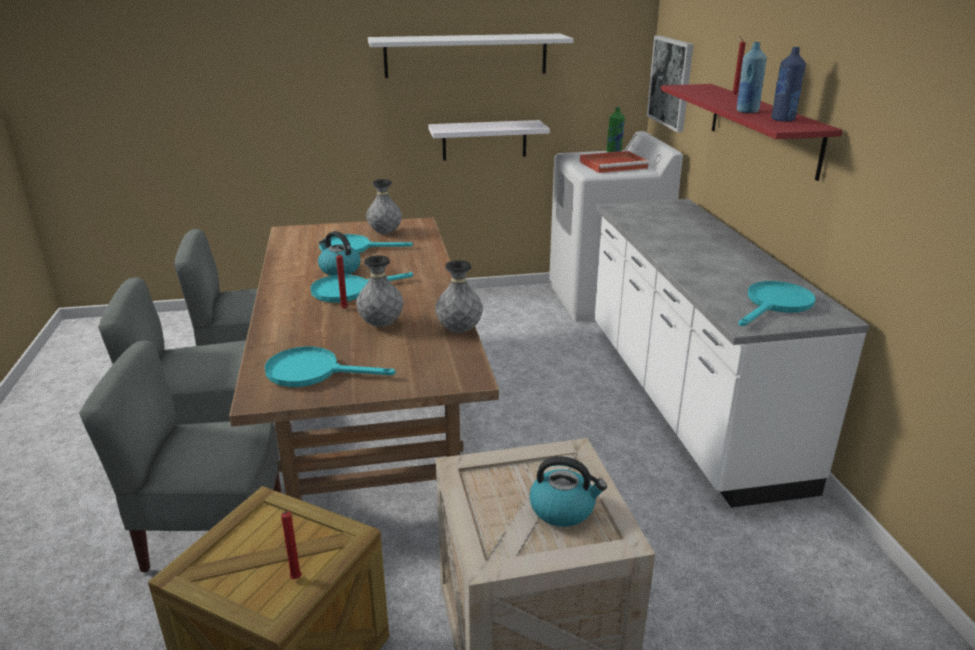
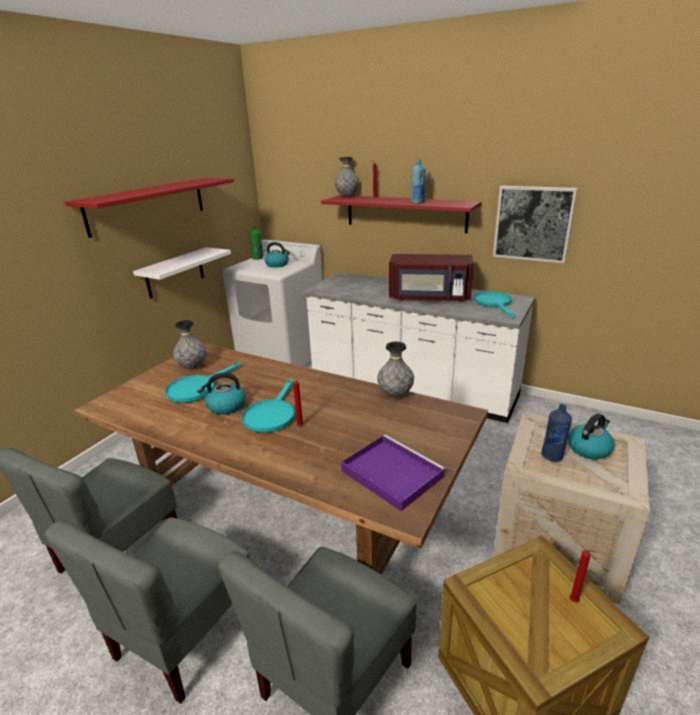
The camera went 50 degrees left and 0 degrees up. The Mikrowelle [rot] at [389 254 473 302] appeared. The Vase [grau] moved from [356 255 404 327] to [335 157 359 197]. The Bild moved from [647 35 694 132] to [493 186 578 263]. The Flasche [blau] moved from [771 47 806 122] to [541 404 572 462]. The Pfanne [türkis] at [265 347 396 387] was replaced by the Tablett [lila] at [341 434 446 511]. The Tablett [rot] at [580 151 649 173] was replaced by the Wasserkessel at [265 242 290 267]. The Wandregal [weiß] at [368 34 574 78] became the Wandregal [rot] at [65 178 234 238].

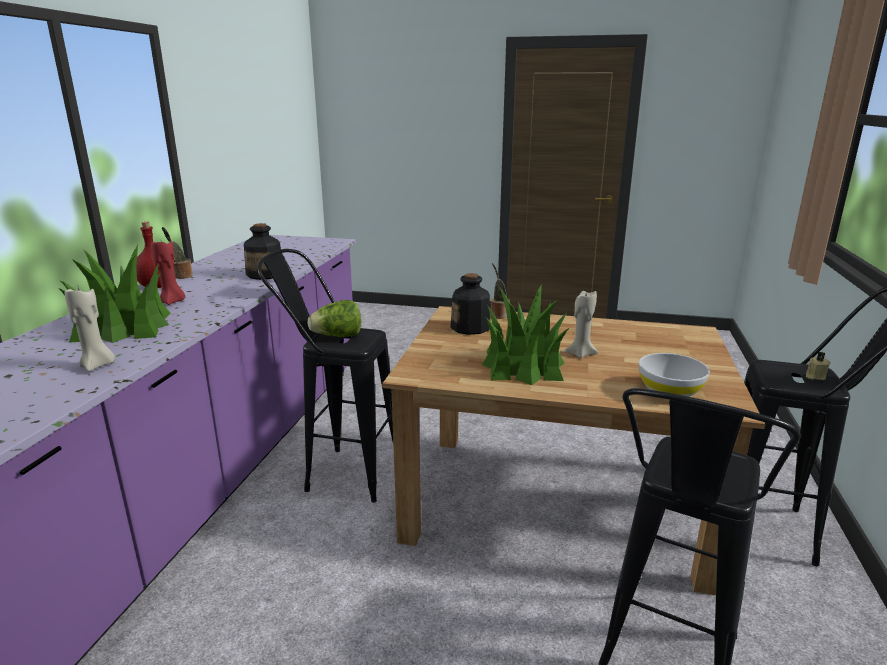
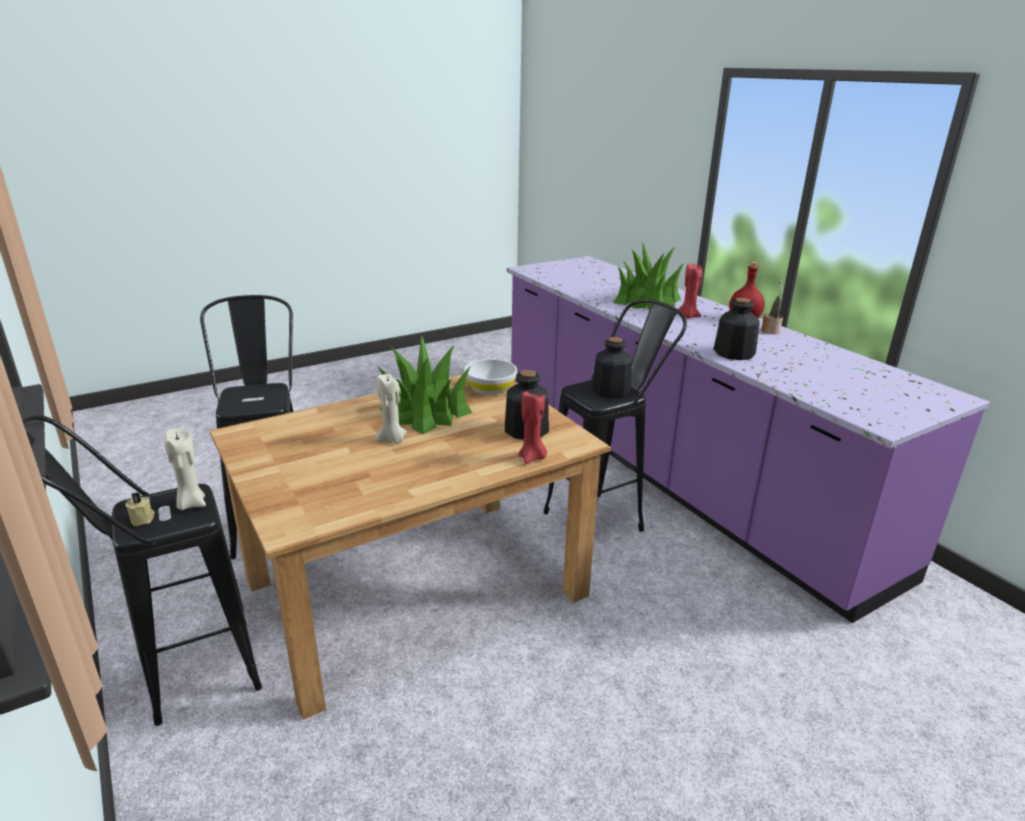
The camera went 135 degrees right and 5 degrees up. The Kerze [beige] moved from [64 287 115 371] to [164 428 206 510]. The Schüssel [weiß] moved from [639 353 710 397] to [464 359 517 395]. The Salatkopf at [308 300 361 337] was replaced by the Flasche at [592 337 632 398]. The Topfpflanze at [490 263 510 319] was replaced by the Kerze [rot] at [519 390 547 464].

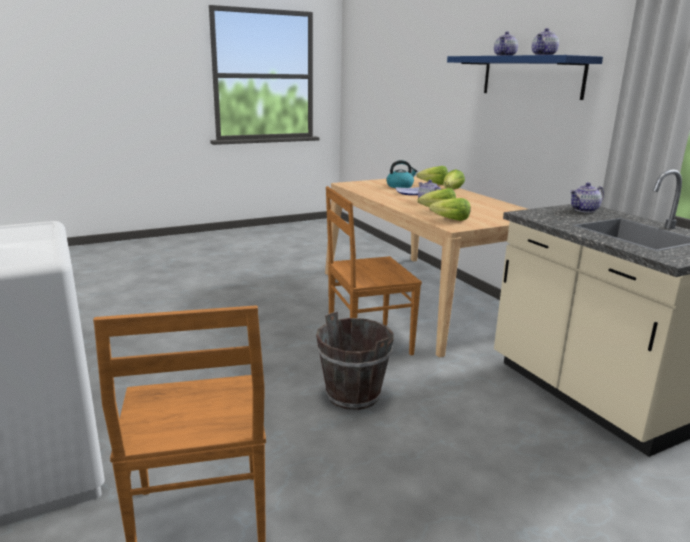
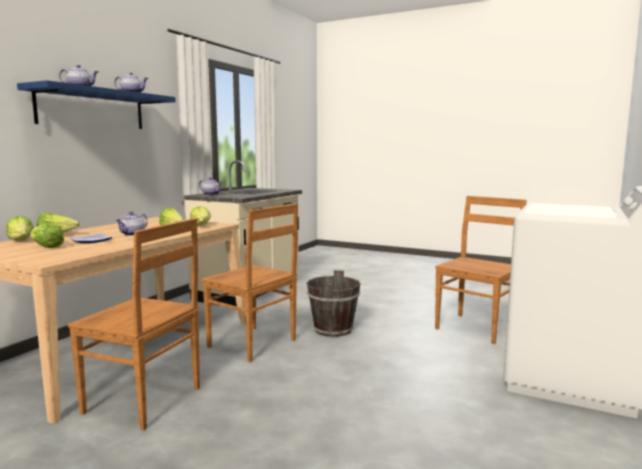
The camera went 125 degrees left and 10 degrees down. The Stuhl [braun] at [68 218 200 430] appeared. The Wasserkessel at [387 160 417 188] was replaced by the Salatkopf at [31 223 64 248].

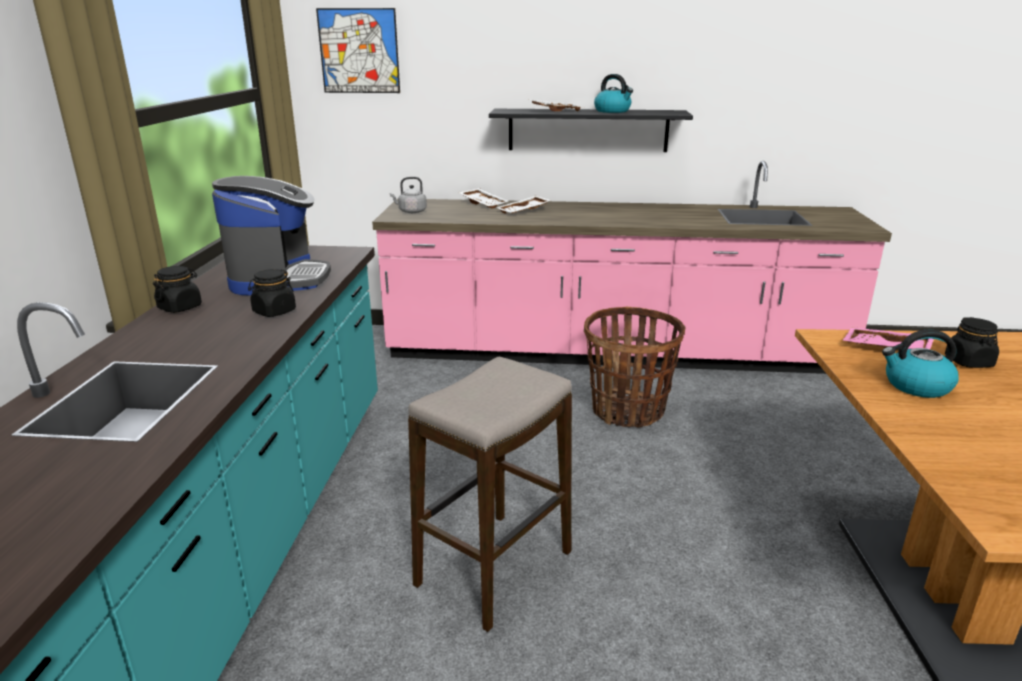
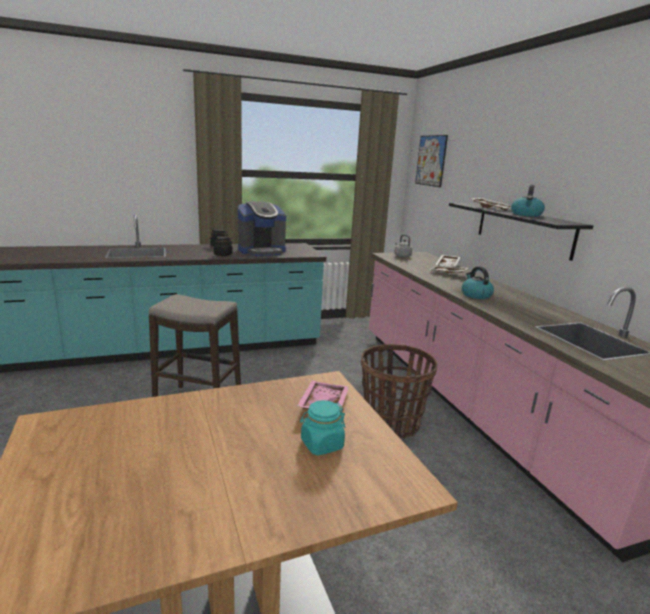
The camera went 65 degrees right and 5 degrees down. The Wasserkessel moved from [882 330 959 398] to [462 267 494 299]. The Vorratsglas [schwarz] at [945 317 999 368] became the Vorratsglas [türkis] at [300 400 345 455].

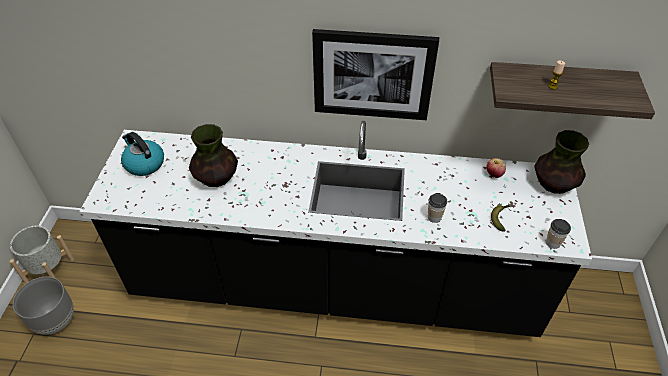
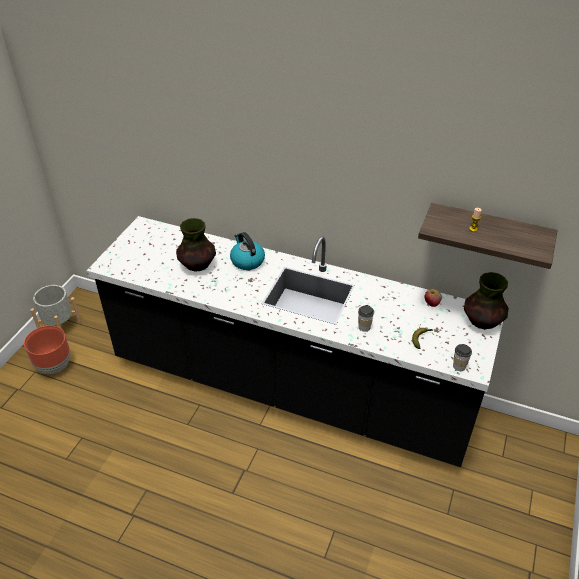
The camera went 15 degrees right and 5 degrees down. The Bild at [312 29 439 120] disappeared. The Wasserkessel moved from [121 132 164 176] to [230 232 265 270]. The Pflanzkübel [grau] at [13 277 74 335] became the Pflanzkübel [braun] at [24 325 70 374].

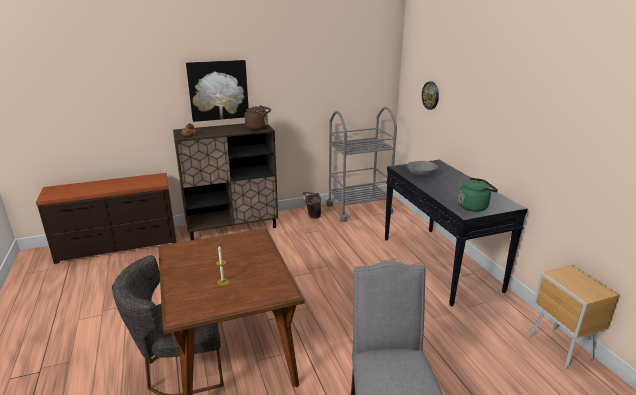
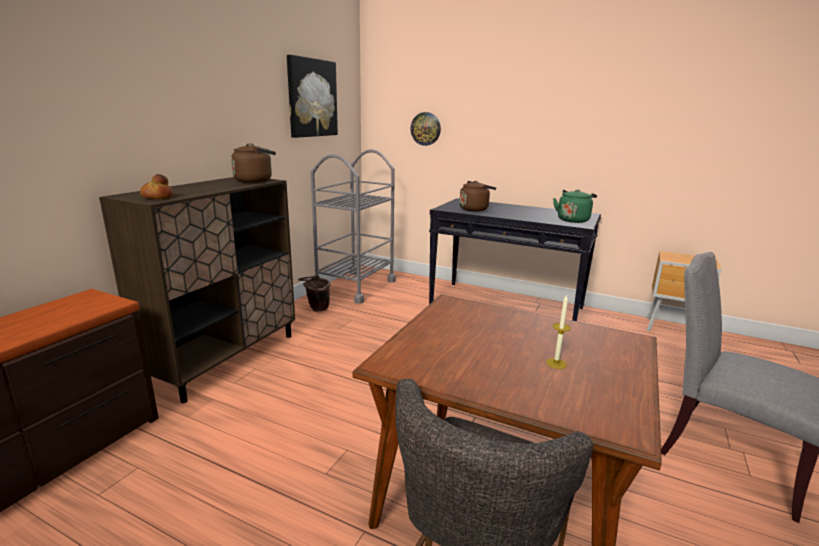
The camera went 45 degrees left and 5 degrees down. The Bild moved from [186 60 249 122] to [287 55 338 138]. The Schüssel [grau] at [407 161 438 177] was replaced by the Wasserkessel [braun] at [459 181 496 211].

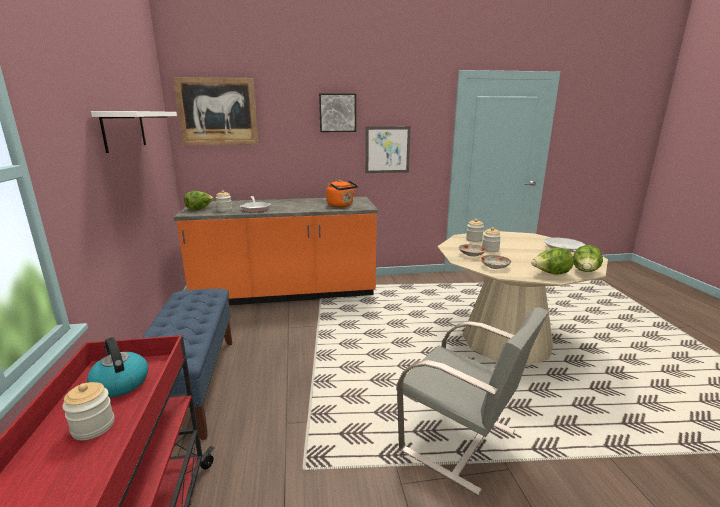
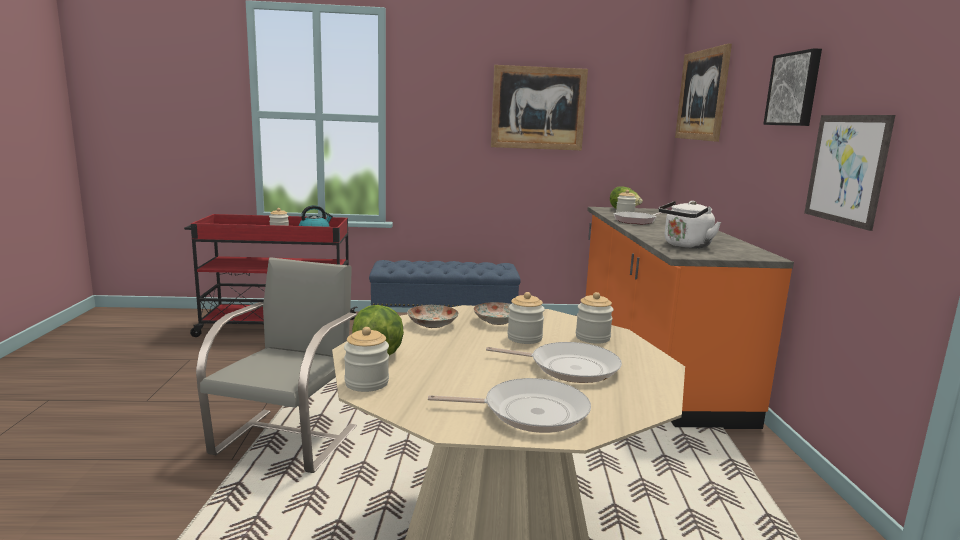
The camera went 95 degrees right and 5 degrees down. The Pfanne at [486 342 622 383] appeared. The Wandregal [weiß] at [91 111 177 153] was replaced by the Bild at [491 65 588 150]. The Salatkopf at [573 245 603 272] was replaced by the Vorratsglas at [344 327 389 392]. The Wasserkessel [orange] at [326 180 358 207] became the Wasserkessel [weiß] at [659 201 721 248]. The Stuhl [grau] at [396 307 548 496] turned 150 degrees clockwise.

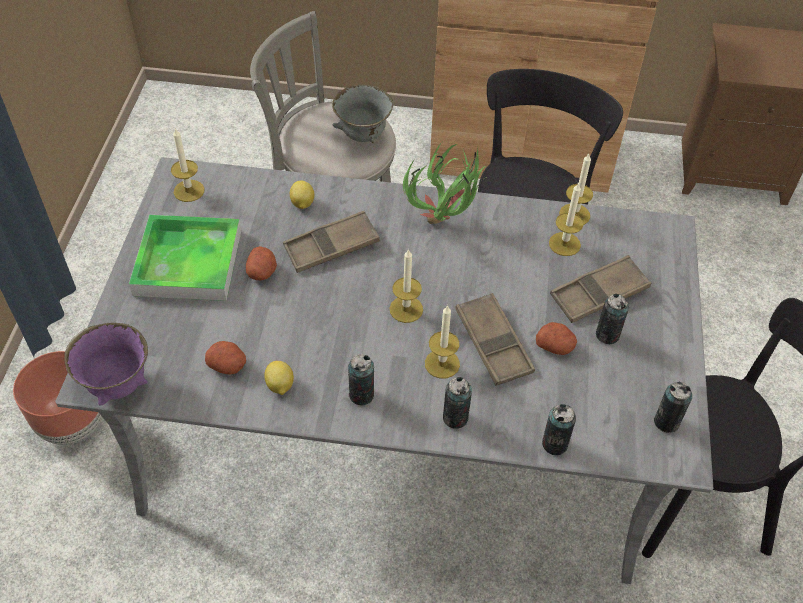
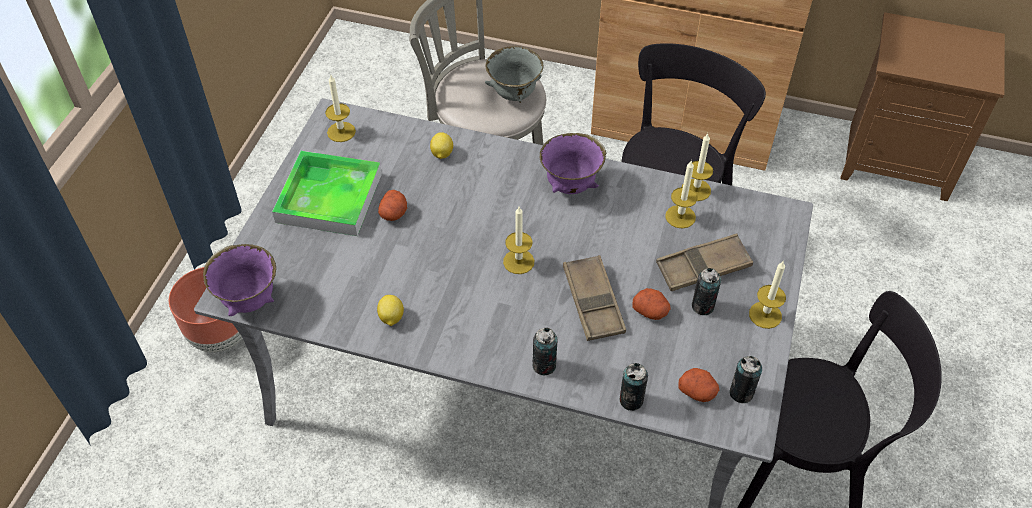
The camera went 10 degrees right and 0 degrees up. The Tablett [braun] at [283 211 380 273] disappeared. The Dose at [348 354 374 406] disappeared. The Kartoffel moved from [205 341 246 375] to [678 368 719 402]. The Kerze moved from [425 305 460 378] to [749 260 786 329]. The Topfpflanze at [403 140 486 224] was replaced by the Schüssel [lila] at [539 133 606 194].

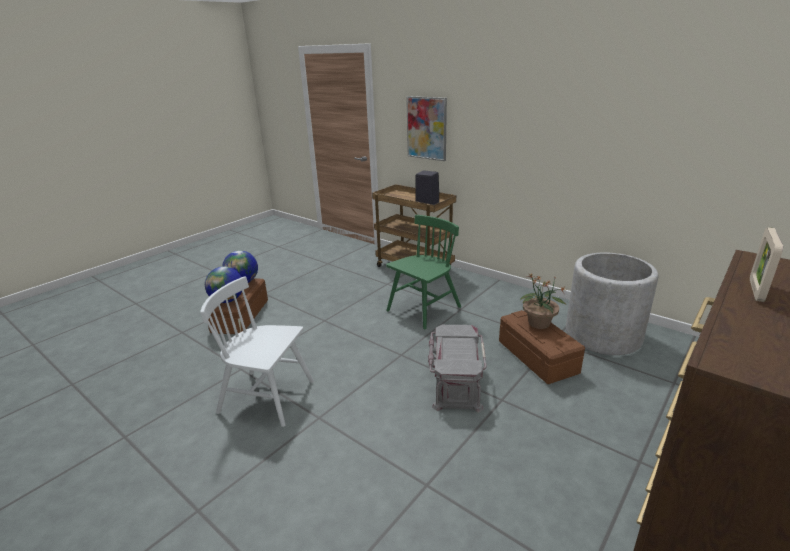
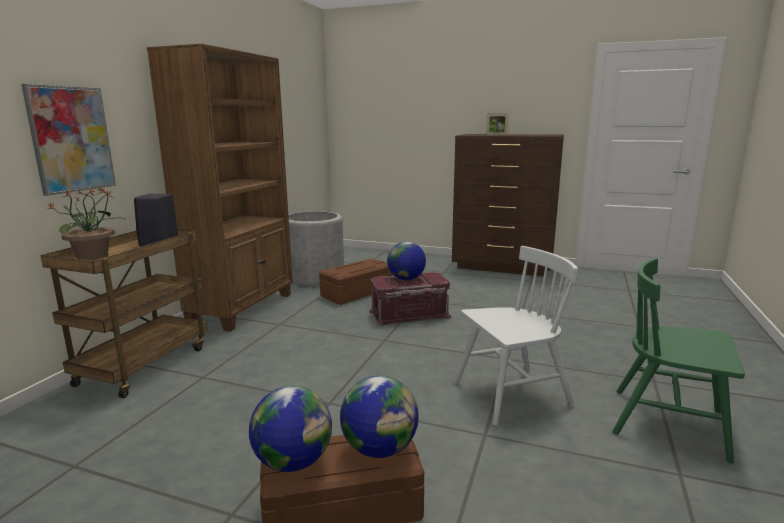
The camera went 110 degrees left and 10 degrees down. The Bücherregal [braun] at [147 44 293 332] appeared. The Globus at [387 241 426 280] appeared. The Stuhl [grün] moved from [386 215 461 330] to [612 258 745 464]. The Topfpflanze moved from [520 274 566 329] to [47 187 127 261]. The Aufbewahrungsbox [grau] at [428 325 487 412] became the Aufbewahrungsbox [rot] at [369 272 451 326]. The Stuhl [weiß] at [200 276 314 427] turned 105 degrees counterclockwise.

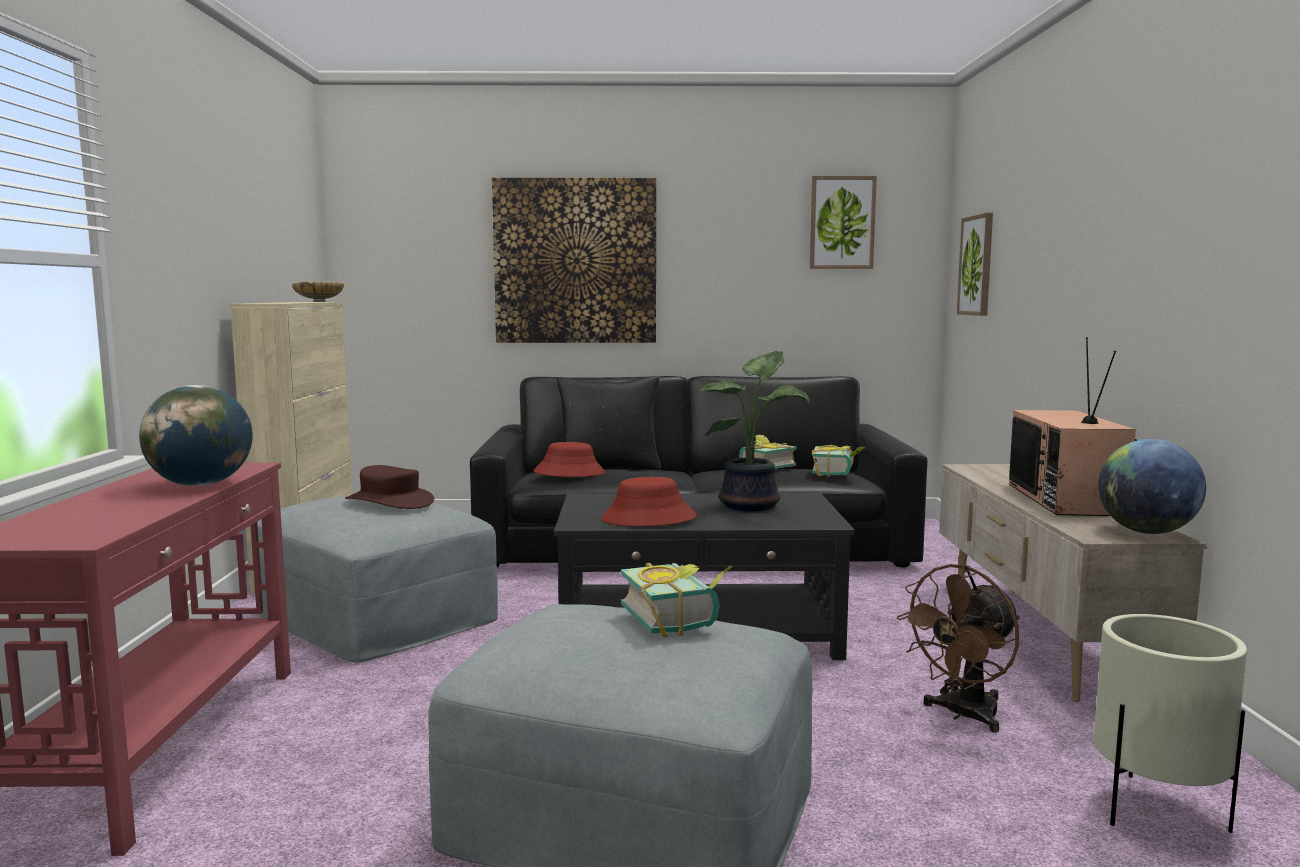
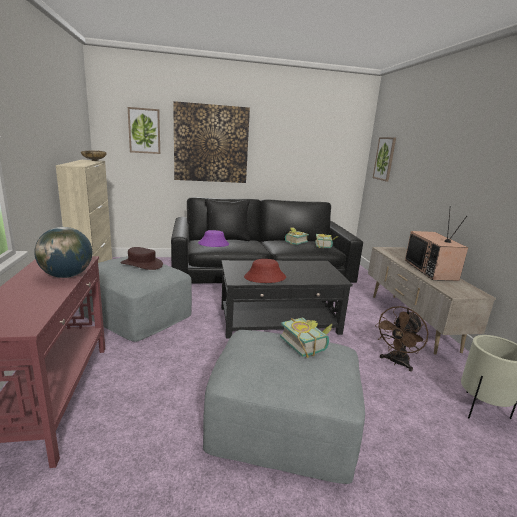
The camera went 10 degrees left and 10 degrees up. The Topfpflanze at [700 350 810 512] disappeared. The Globus at [1098 439 1206 534] disappeared. The Bild moved from [810 176 877 269] to [128 107 160 154]. The Hut [rot] at [533 442 605 477] became the Hut [lila] at [198 230 229 247].

